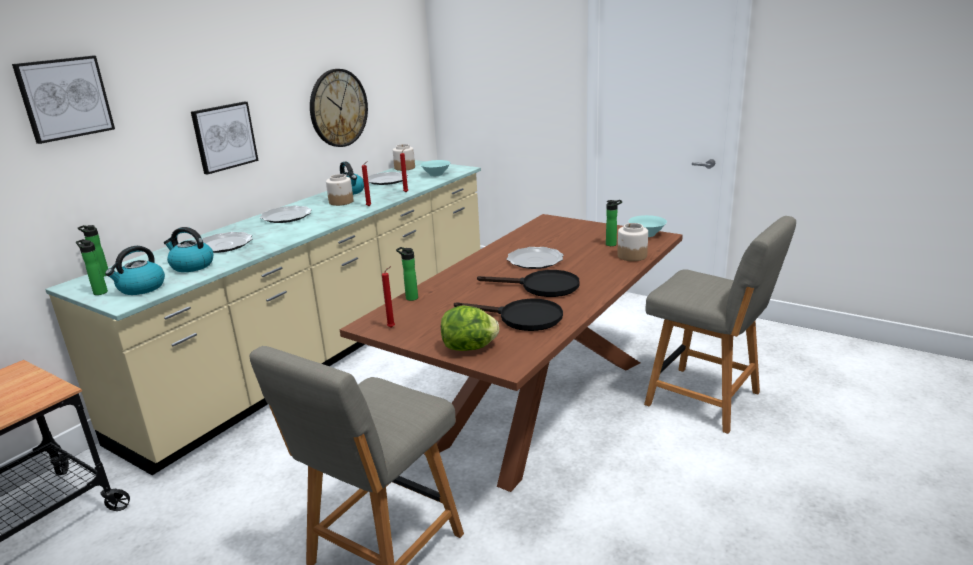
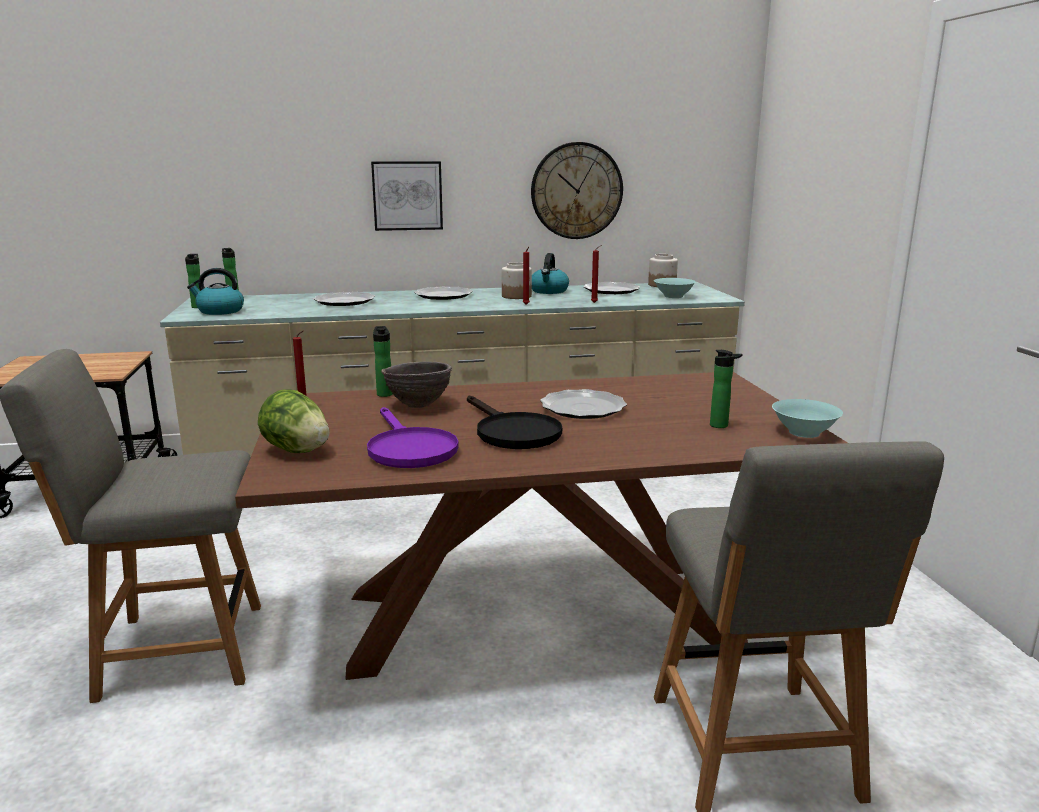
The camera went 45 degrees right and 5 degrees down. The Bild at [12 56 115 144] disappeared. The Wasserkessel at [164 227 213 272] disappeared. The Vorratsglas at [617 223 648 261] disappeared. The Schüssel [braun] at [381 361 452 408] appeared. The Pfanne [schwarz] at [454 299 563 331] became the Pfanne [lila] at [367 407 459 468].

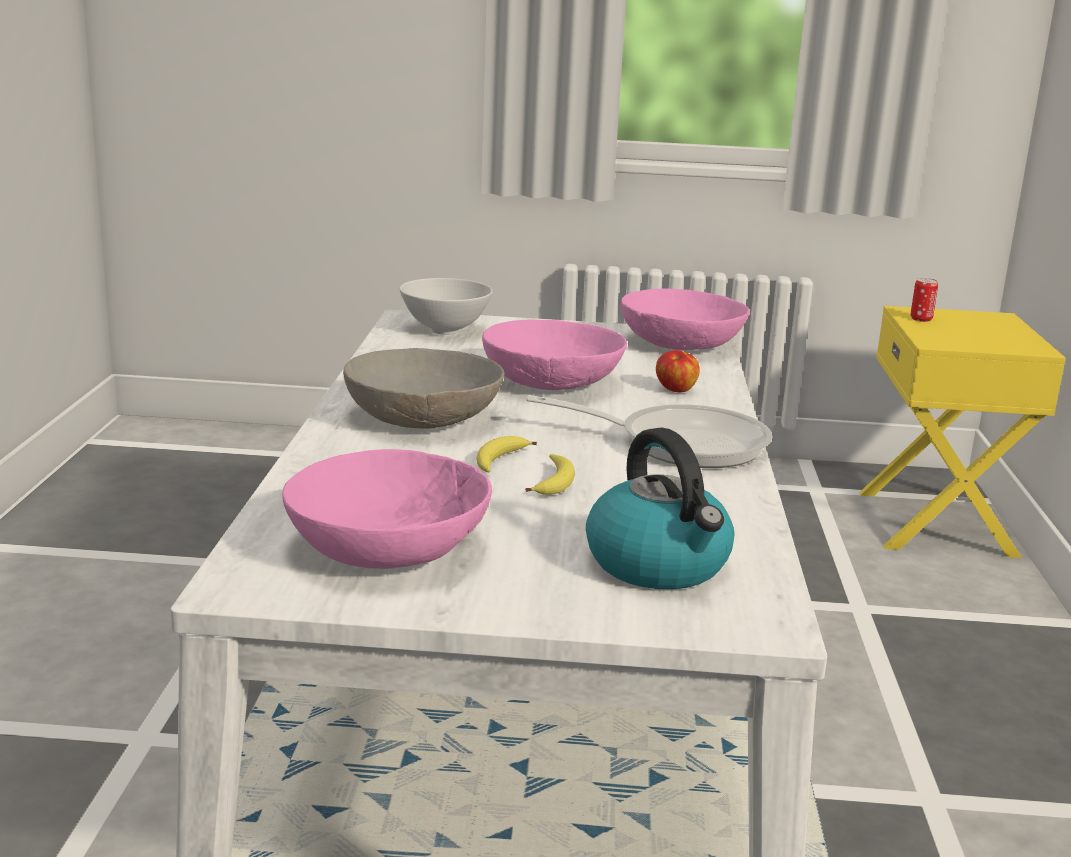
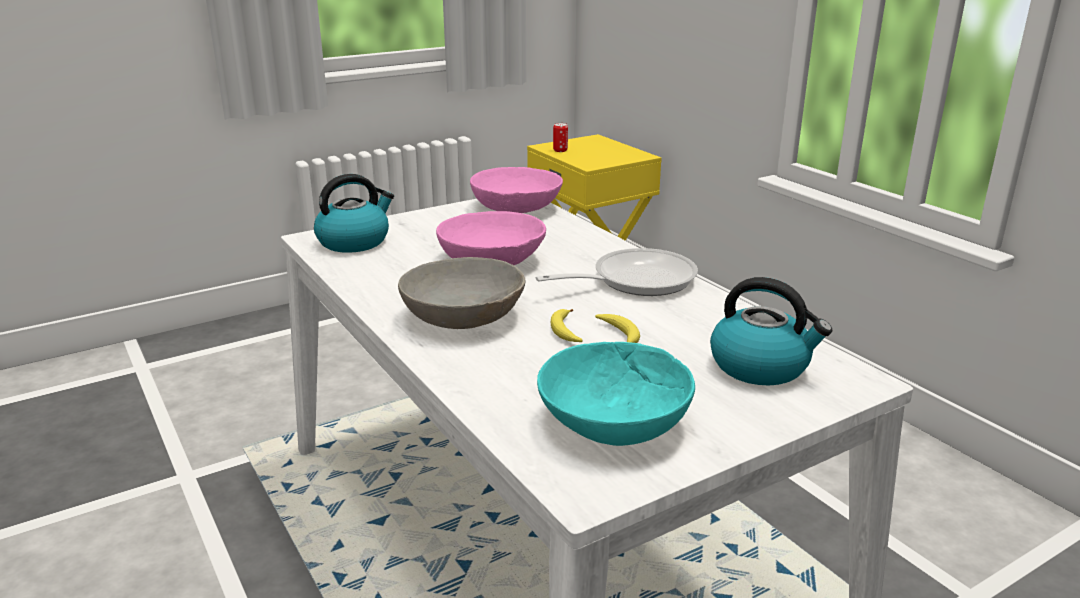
The camera went 35 degrees left and 5 degrees up. The Apfel at [656 350 700 392] disappeared. The Schüssel [weiß] at [400 278 493 335] was replaced by the Wasserkessel at [314 174 394 253]. The Schüssel [rosa] at [282 449 492 569] became the Schüssel [türkis] at [537 342 695 446].

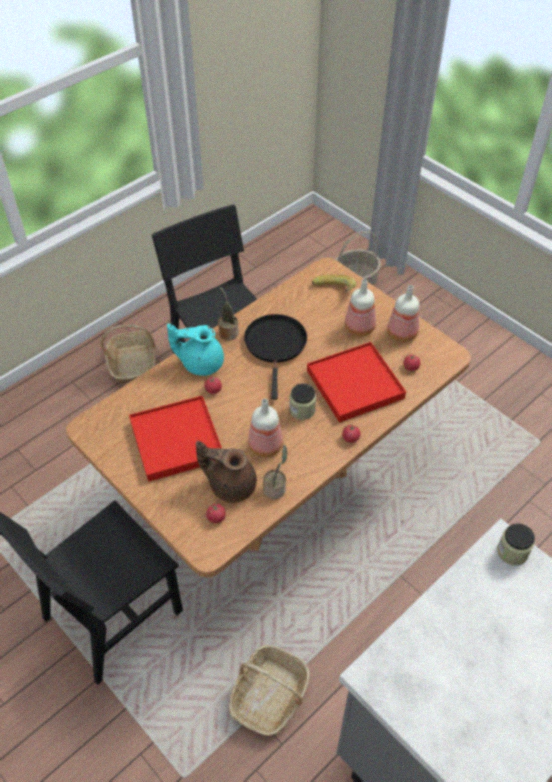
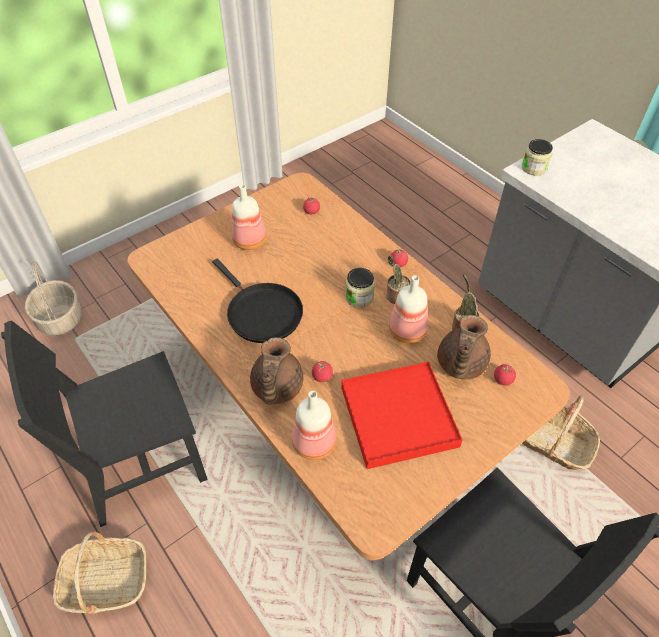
The camera went 85 degrees left and 0 degrees up. The Tablett [rot] at [307 342 406 423] disappeared. The Banane at [312 274 356 292] disappeared. The Topfpflanze moved from [218 287 239 341] to [386 255 411 304]. The Flasche moved from [387 285 419 342] to [292 391 336 460]. The Teekanne [türkis] at [167 324 224 376] became the Teekanne [braun] at [250 337 303 405]. The Pfanne [schwarz] at [244 314 307 400] turned 135 degrees counterclockwise.

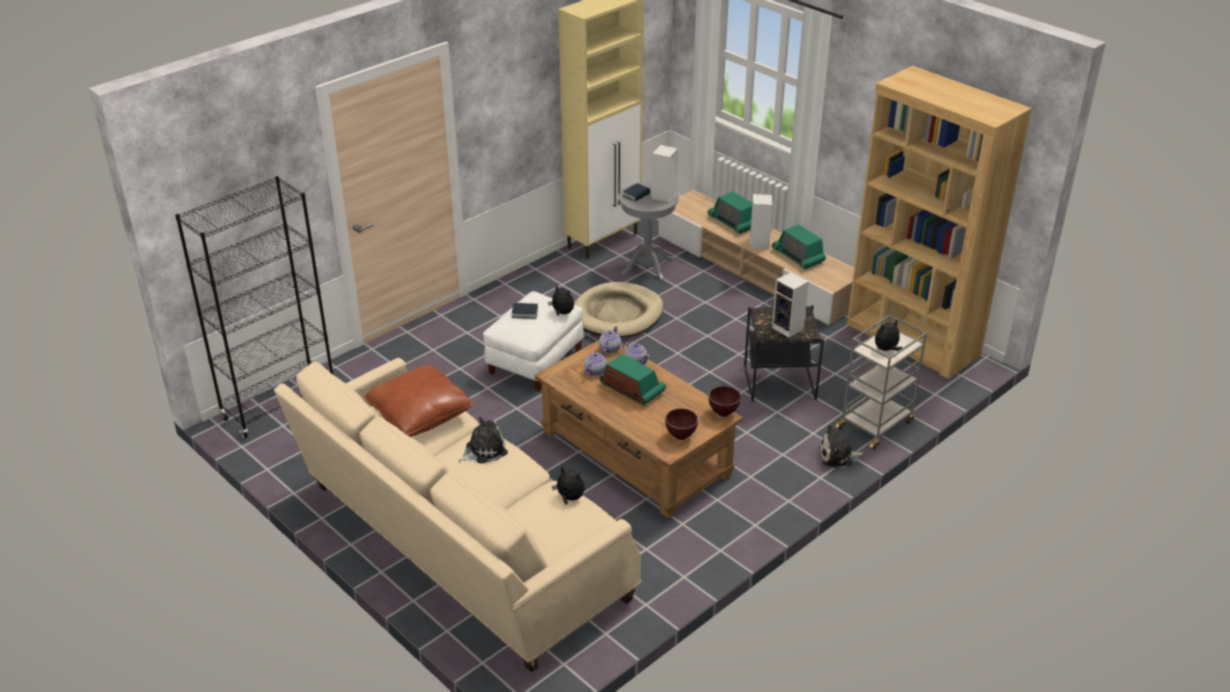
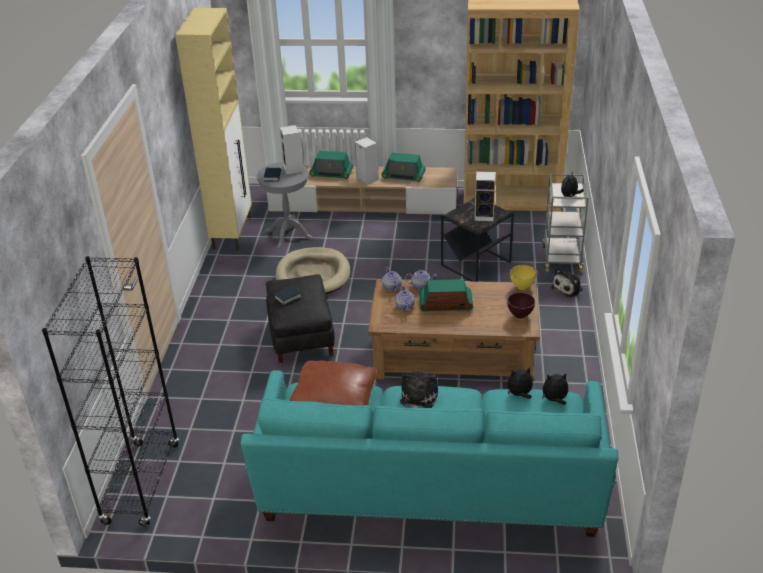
The camera went 40 degrees left and 0 degrees up. The Plüschtier moved from [548 285 574 316] to [542 373 568 405]. The Sofa [beige] at [274 358 641 672] became the Sofa [türkis] at [241 370 618 537]. The Polsterhocker [weiß] at [483 291 584 392] became the Polsterhocker [schwarz] at [266 274 335 363]. The Schüssel [braun] at [709 386 741 417] became the Schüssel [gelb] at [510 265 537 290].

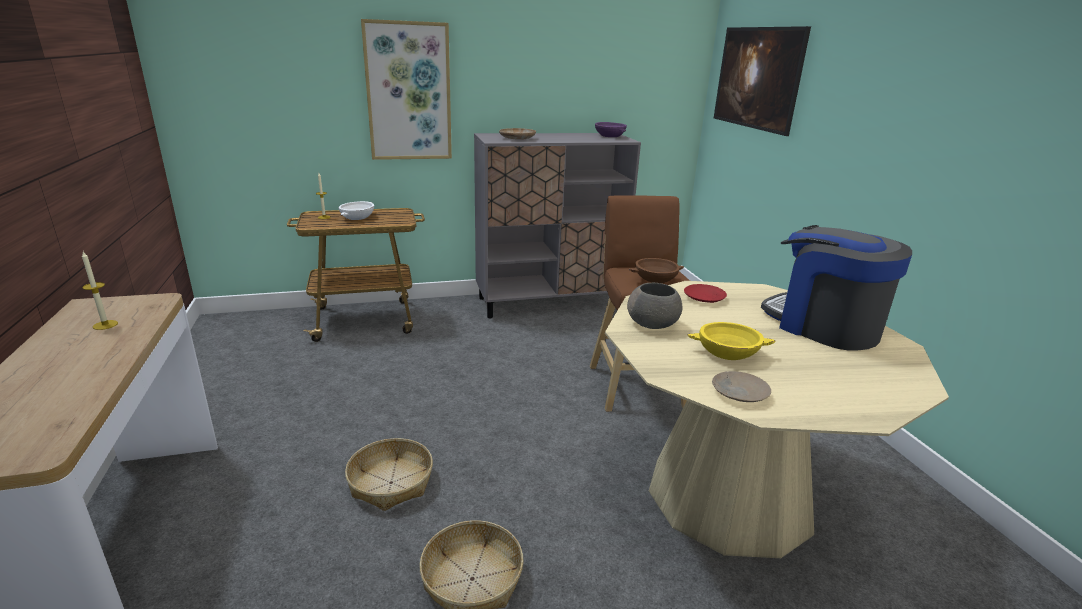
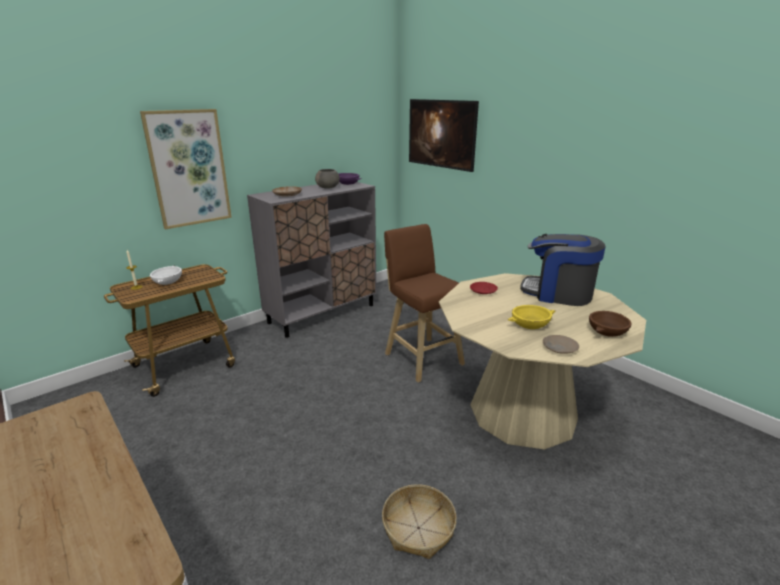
The camera went 25 degrees left and 0 degrees up. The Kerze at [82 252 118 330] disappeared. The Korb at [345 438 433 511] disappeared. The Schüssel [grau] moved from [627 283 682 329] to [315 169 340 189]. The Schüssel [braun] moved from [629 258 684 283] to [589 311 632 337].

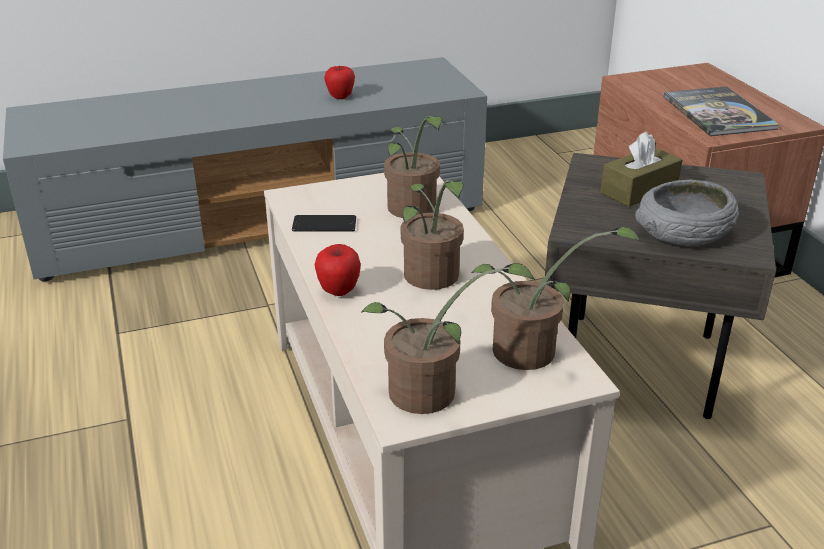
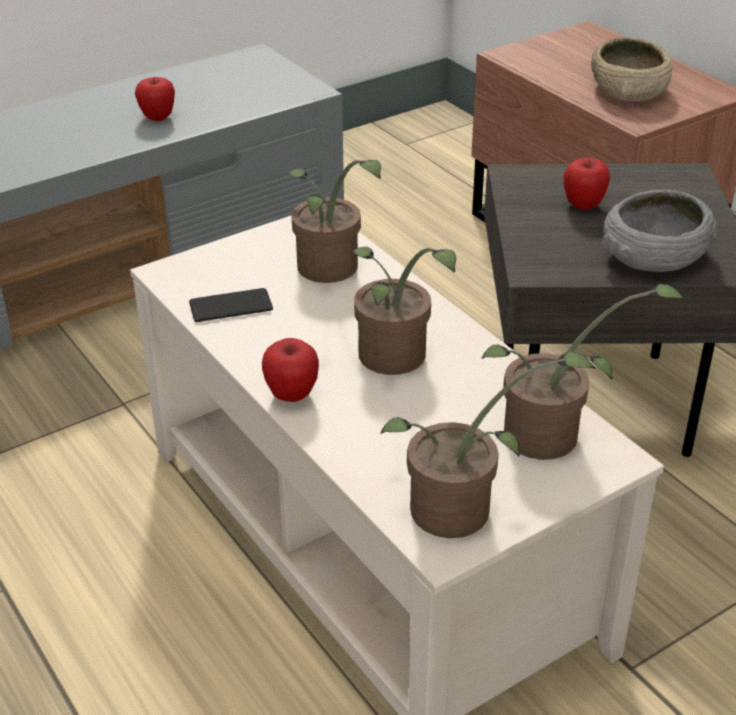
The camera went 15 degrees left and 5 degrees up. The Taschentuchbox [braun] at [600 131 682 207] was replaced by the Apfel at [563 158 610 210]. The Buch at [663 87 779 136] was replaced by the Schüssel [beige] at [591 37 673 102].

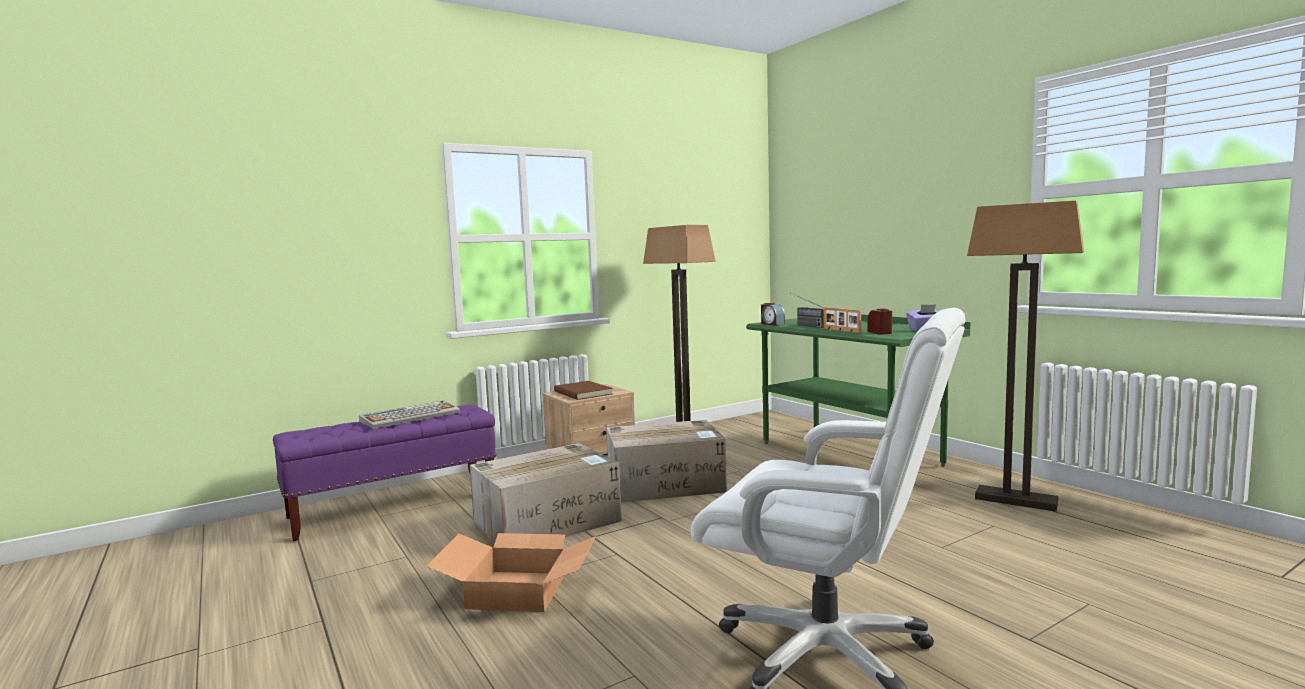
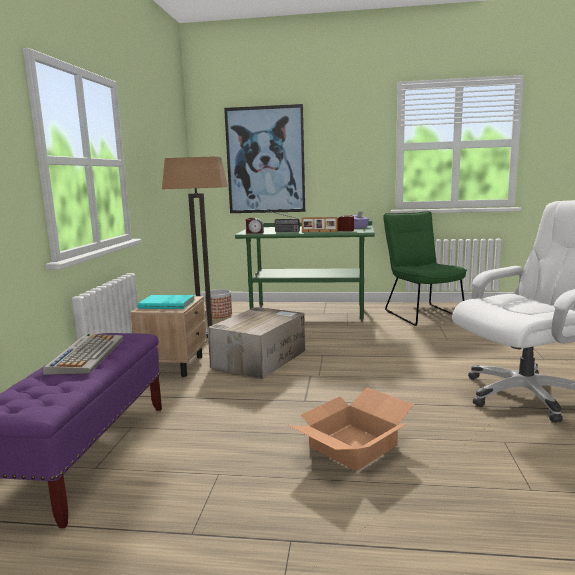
The camera went 50 degrees left and 5 degrees up. The Karton at [470 443 622 543] disappeared. The Pflanzkübel at [205 289 232 318] appeared. The Bild at [224 104 305 213] appeared. The Stehlampe at [967 201 1084 512] was replaced by the Stuhl [grün] at [383 211 467 326]. The Buch [braun] at [554 381 613 400] became the Buch [türkis] at [137 295 195 309].

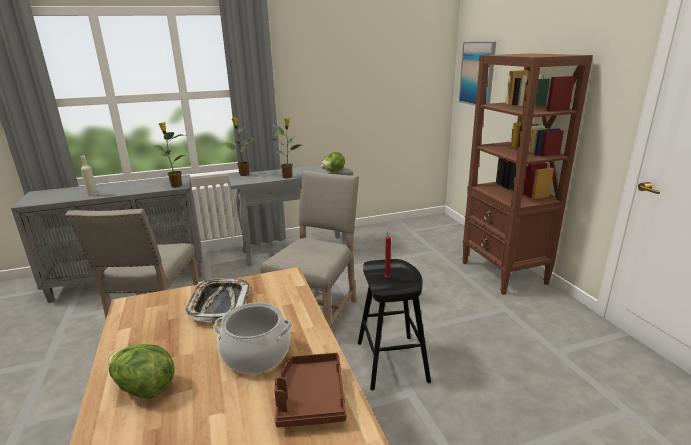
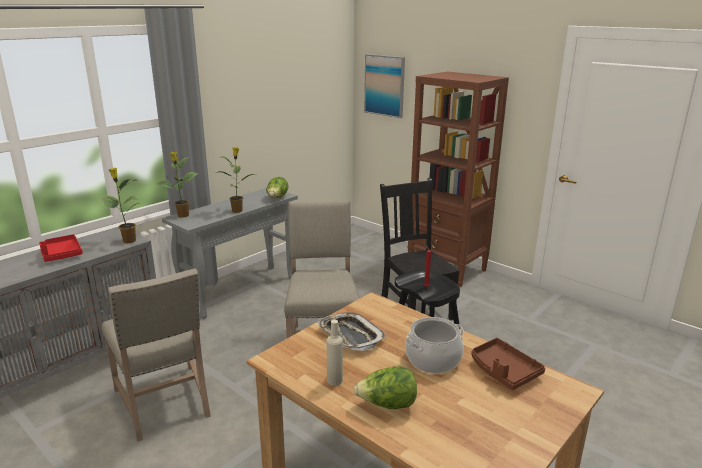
The camera went 30 degrees left and 0 degrees up. The Tablett [rot] at [39 234 83 262] appeared. The Stuhl [schwarz] at [380 178 460 320] appeared. The Flasche [beige] moved from [81 156 98 196] to [326 320 343 386].

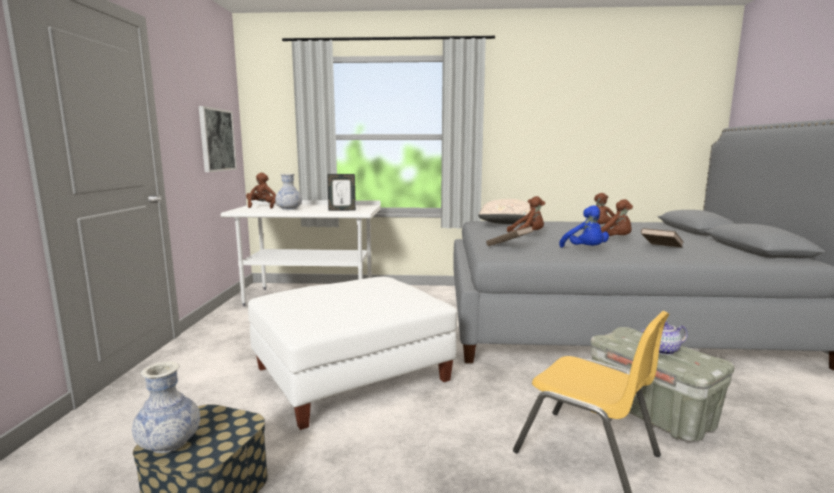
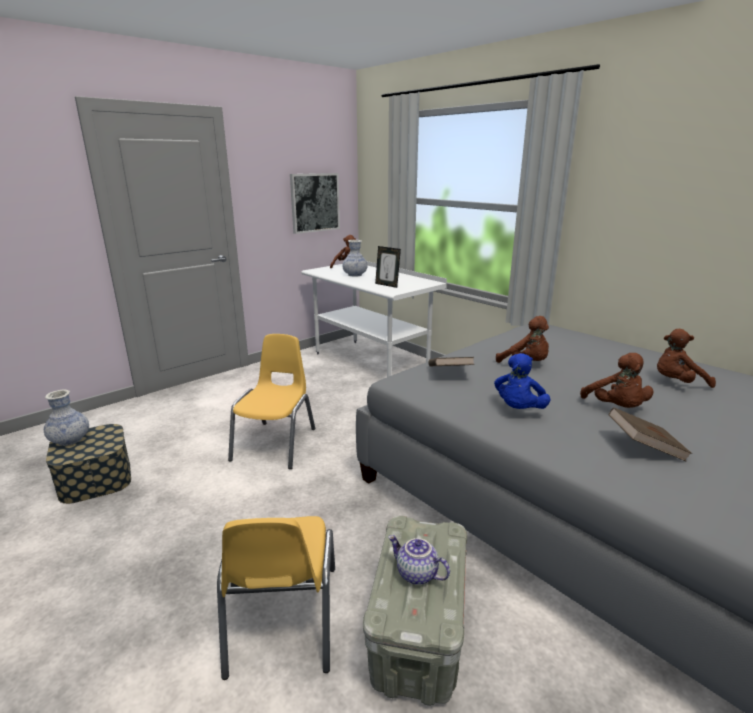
The camera went 45 degrees right and 10 degrees up. The Kissen [beige] at [478 199 540 224] disappeared. The Polsterhocker [weiß] at [248 277 458 430] was replaced by the Stuhl [gelb] at [228 334 315 469].

